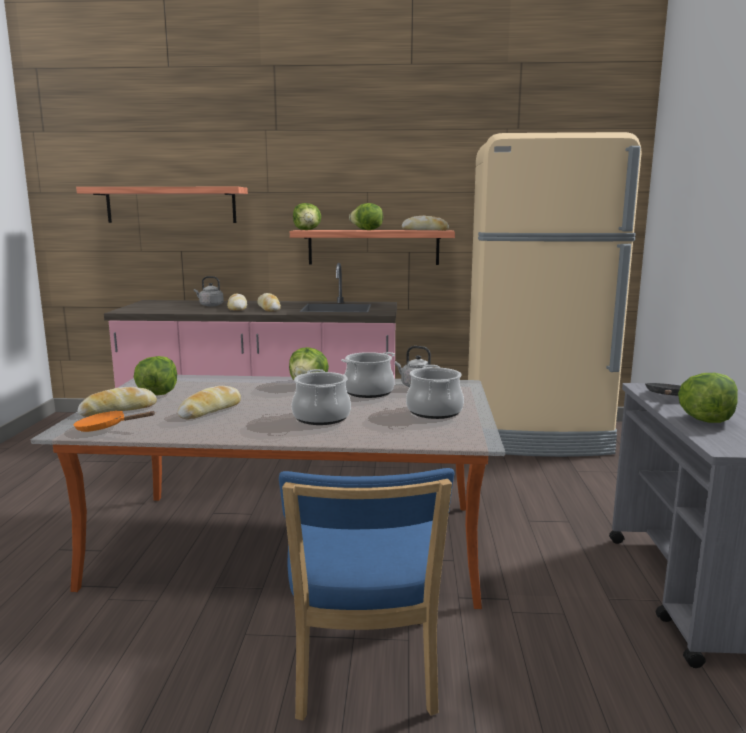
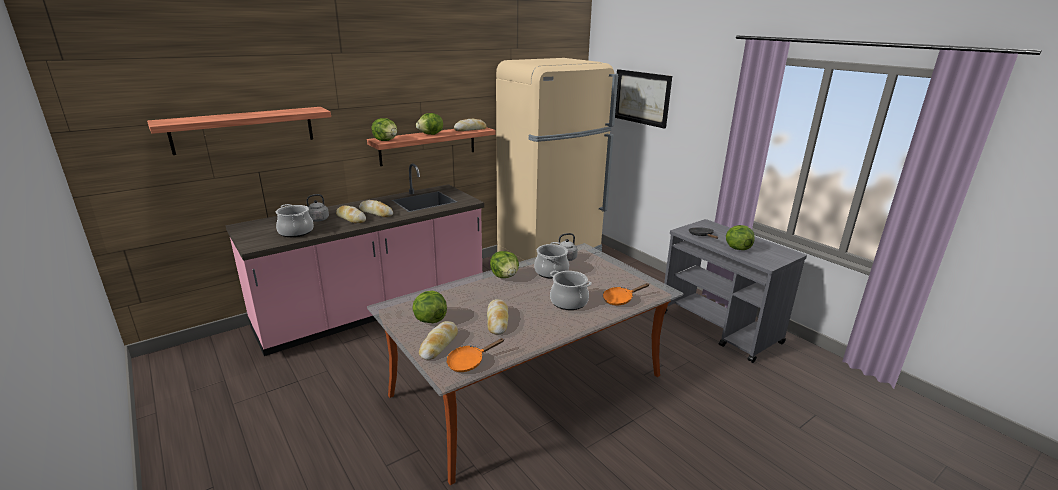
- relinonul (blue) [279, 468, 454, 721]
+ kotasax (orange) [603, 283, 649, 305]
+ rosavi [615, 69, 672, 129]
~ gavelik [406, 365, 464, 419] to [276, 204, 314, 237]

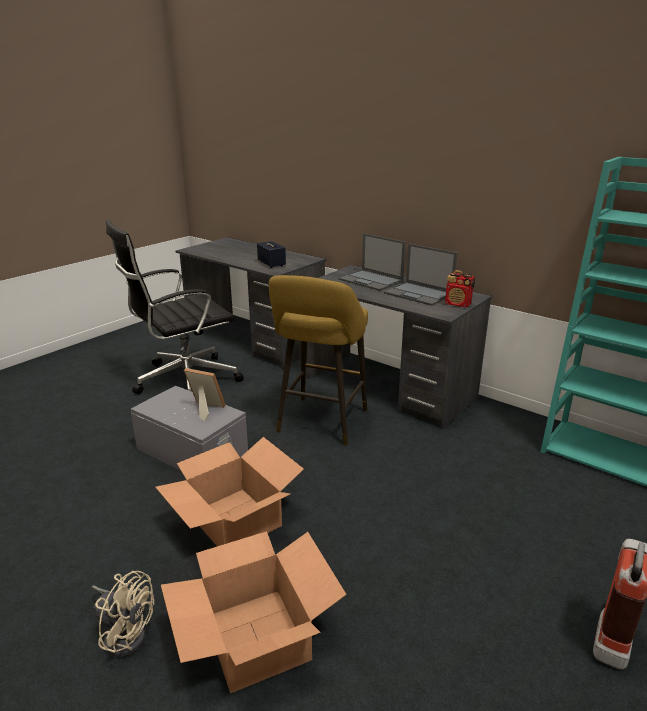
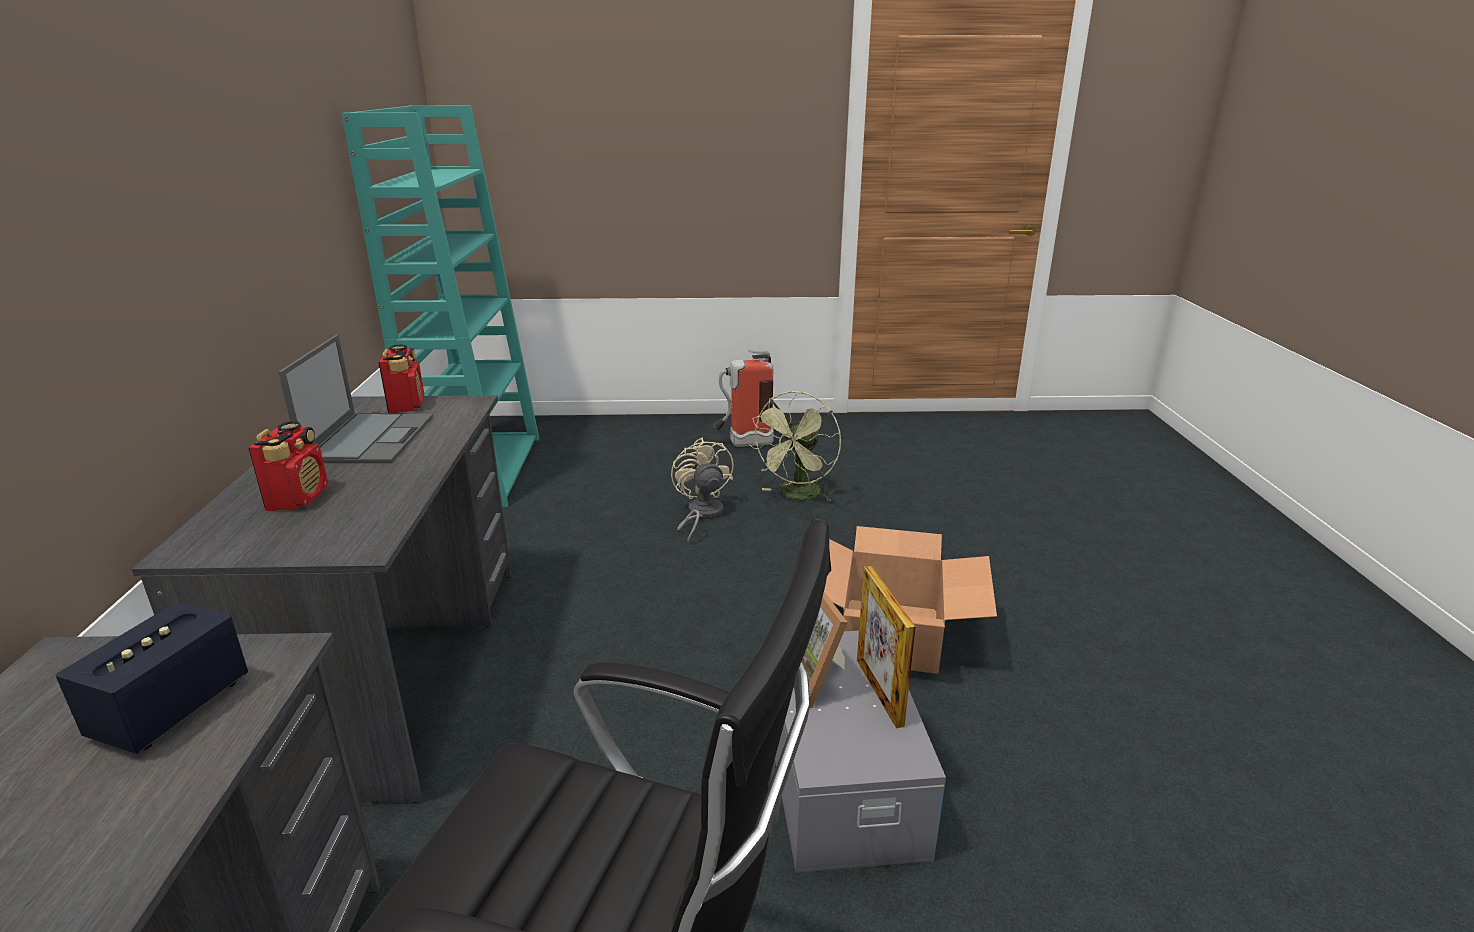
- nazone [161, 531, 347, 693]
- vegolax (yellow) [269, 275, 368, 445]
+ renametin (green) [749, 391, 841, 502]
+ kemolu [857, 566, 915, 728]
~ renametin (beige) [92, 571, 154, 658] to [671, 438, 734, 542]
~ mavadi [339, 233, 406, 291] to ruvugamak [249, 421, 328, 511]

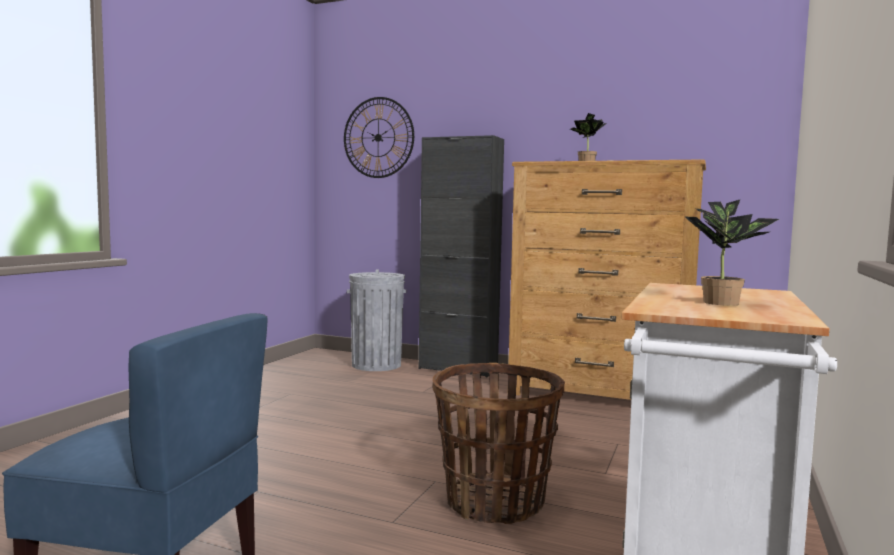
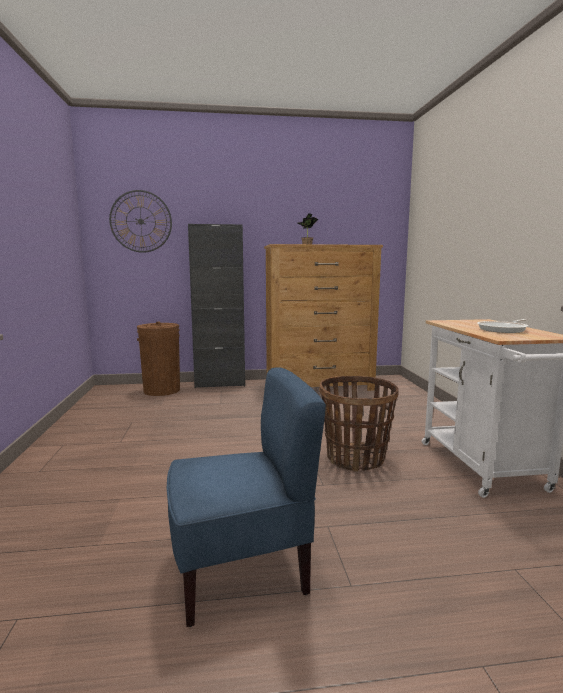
~ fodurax [684, 200, 779, 306] to kotasax [477, 319, 528, 333]
~ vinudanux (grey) [347, 270, 406, 371] to vinudanux (brown) [137, 322, 180, 396]

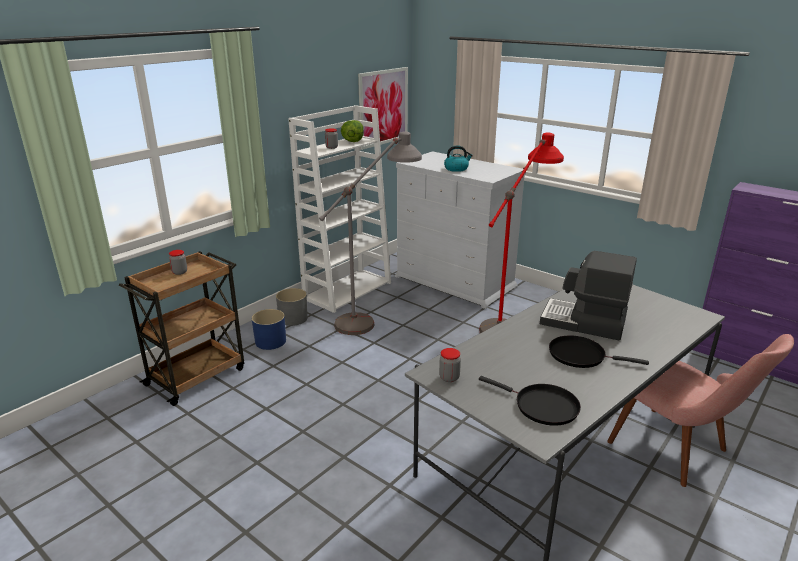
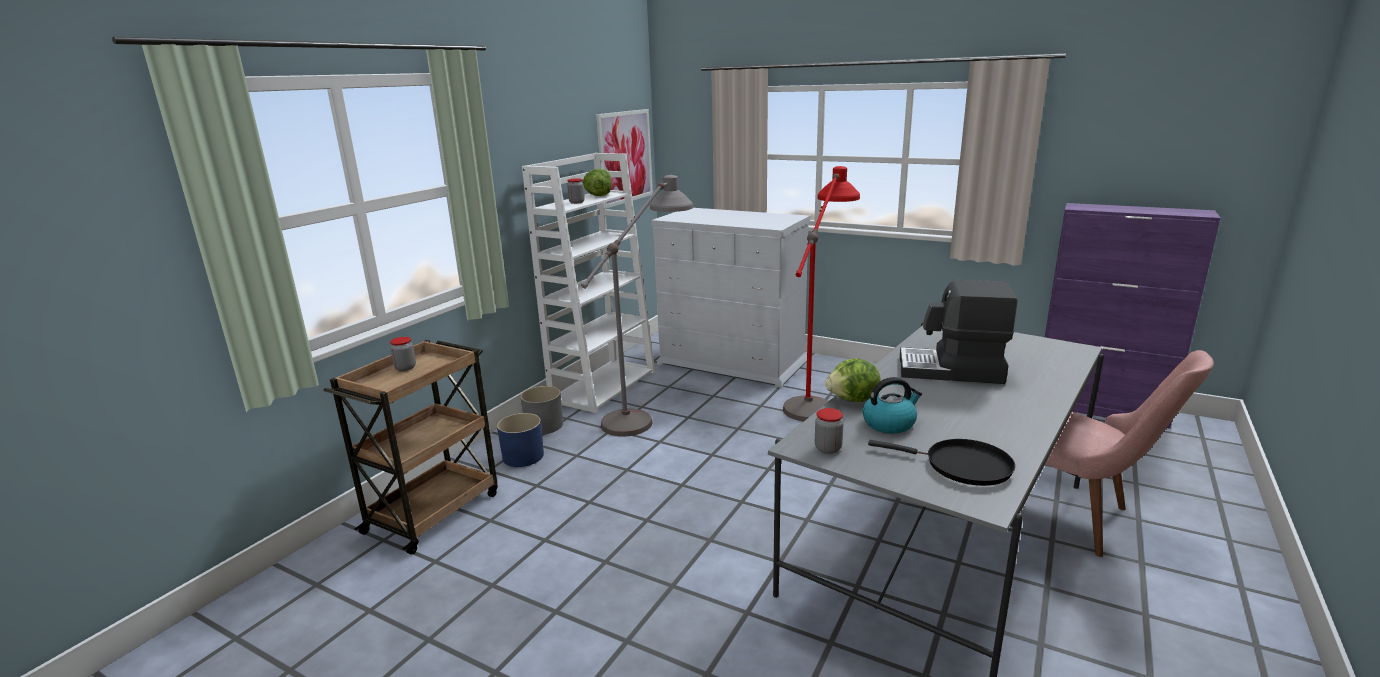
- kotasax (black) [549, 335, 649, 368]
+ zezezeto [825, 358, 881, 402]
~ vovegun [444, 146, 473, 172] to [862, 377, 922, 434]

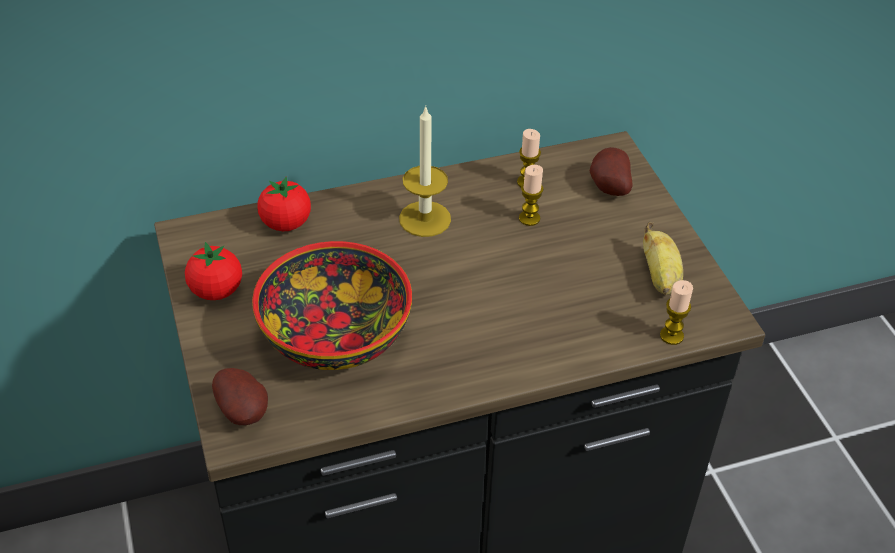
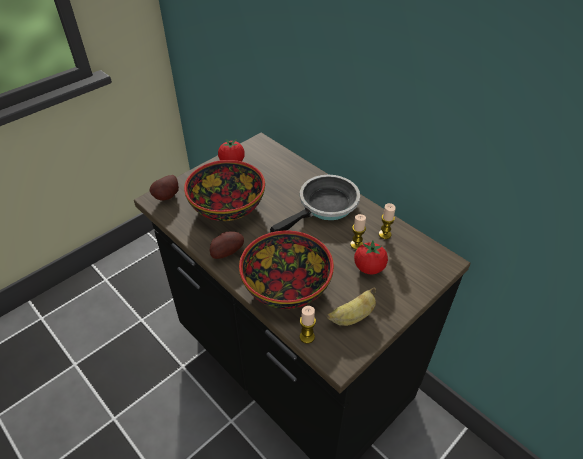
+ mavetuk [239, 230, 334, 309]
~ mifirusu [258, 176, 311, 231] to [354, 240, 388, 274]
~ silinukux [590, 147, 633, 196] to [210, 231, 244, 259]
~ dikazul [399, 105, 451, 237] to kotasax [270, 175, 360, 233]

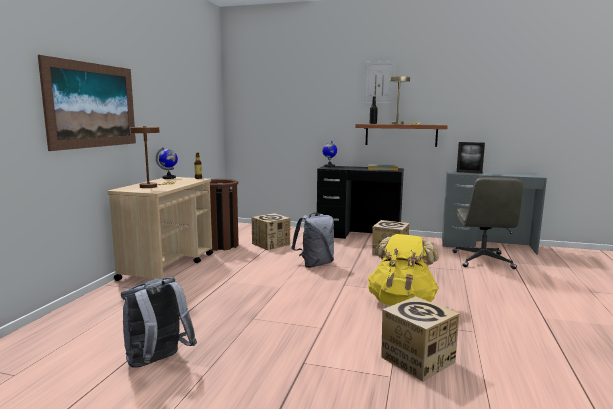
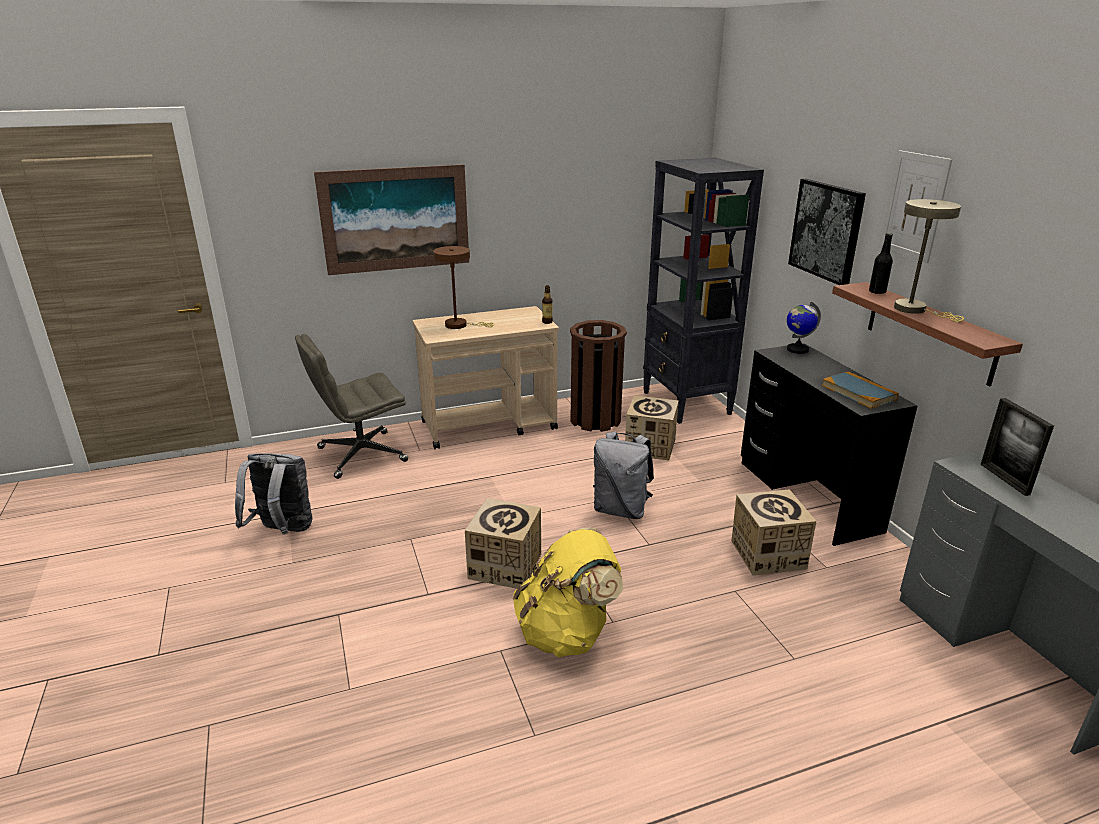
- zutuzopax [156, 147, 178, 179]
+ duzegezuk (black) [643, 158, 764, 424]
+ rosavi [788, 179, 866, 285]
~ nazone [381, 296, 459, 381] to [465, 498, 541, 589]
~ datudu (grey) [452, 177, 523, 269] to [295, 334, 408, 479]

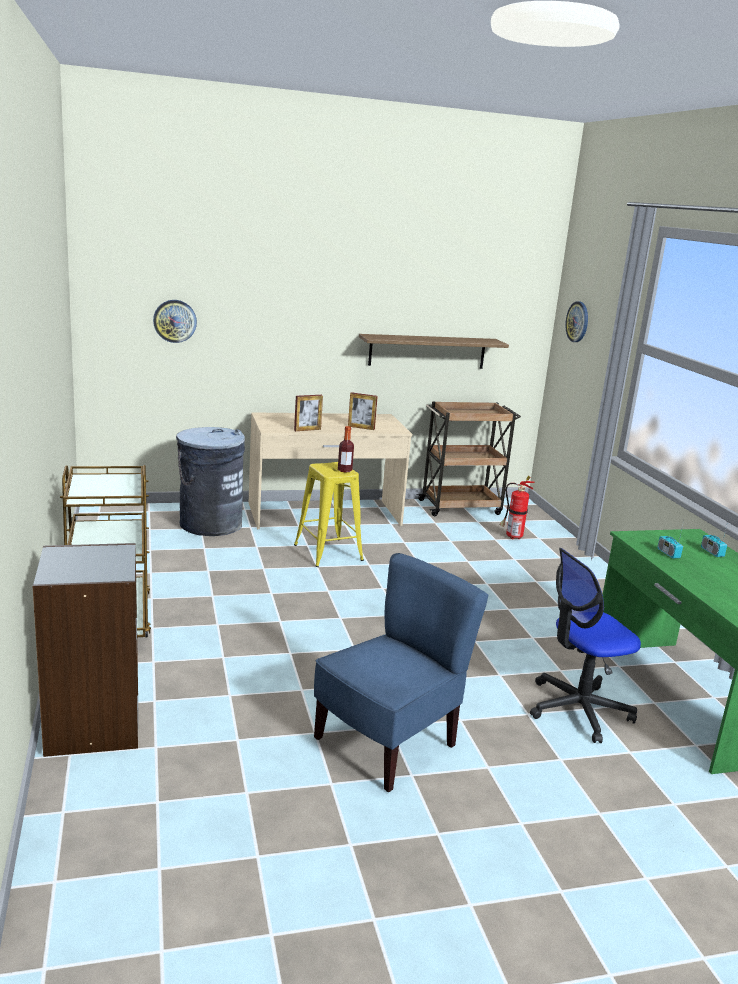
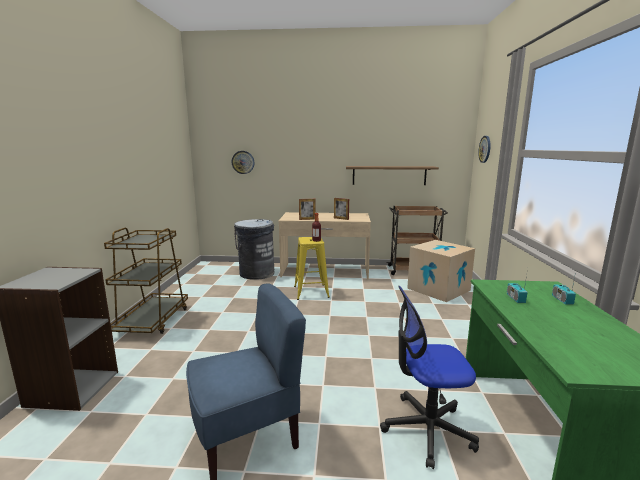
~ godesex [499, 476, 535, 539] to nazone [407, 240, 475, 302]

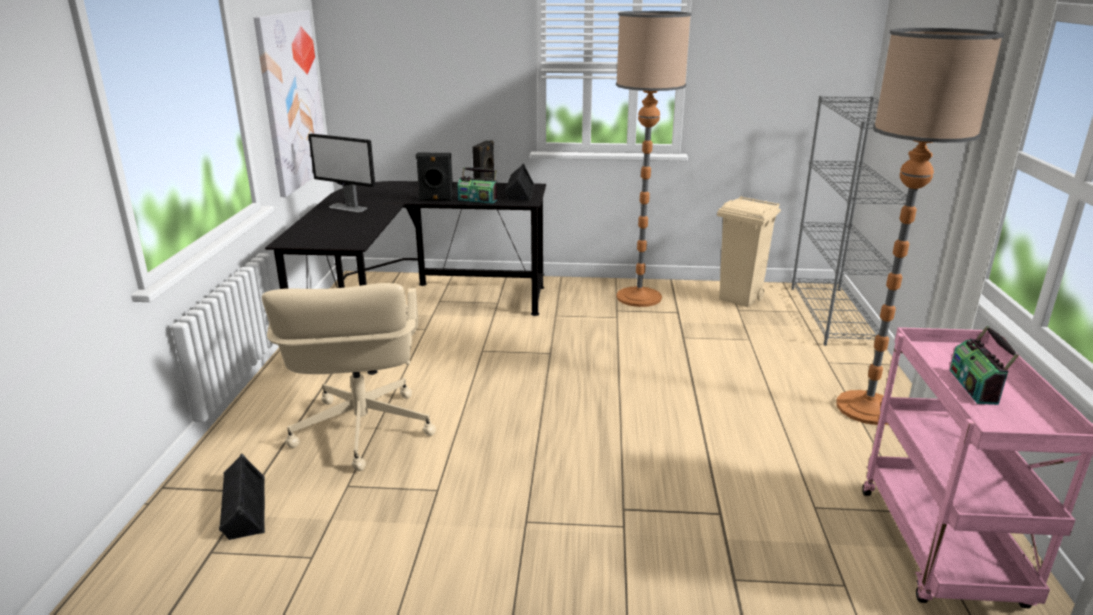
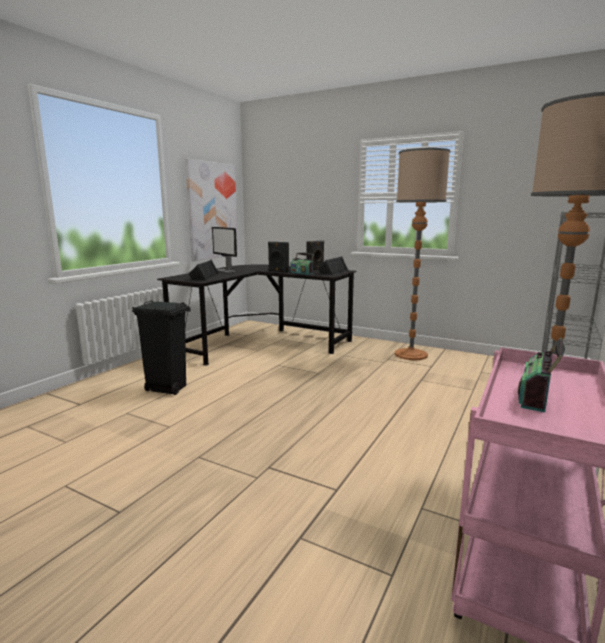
- vinudanux (beige) [717, 196, 781, 307]
~ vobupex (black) [219, 454, 265, 540] to [188, 259, 220, 281]
~ datudu (beige) [262, 283, 436, 471] to vinudanux (black) [132, 300, 191, 395]

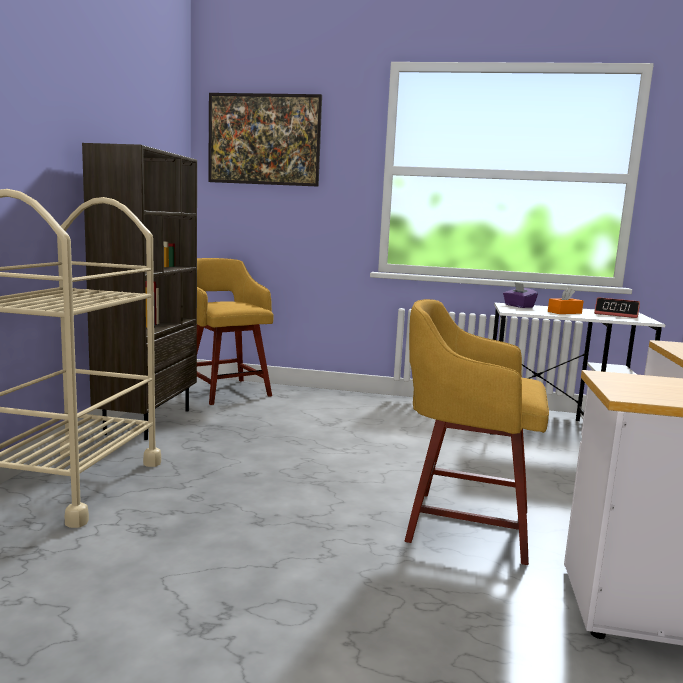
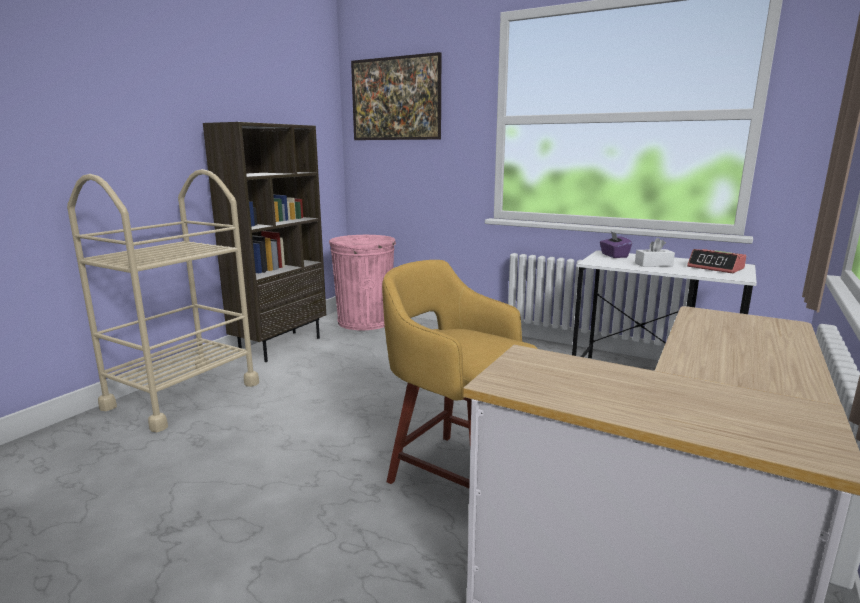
~ vegolax (yellow) [197, 258, 274, 405] to vinudanux (pink) [329, 235, 396, 330]
~ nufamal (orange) [548, 287, 583, 314] to nufamal (white) [635, 238, 675, 267]

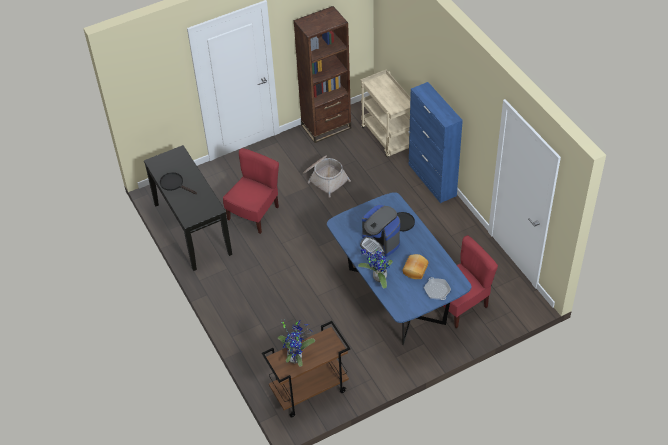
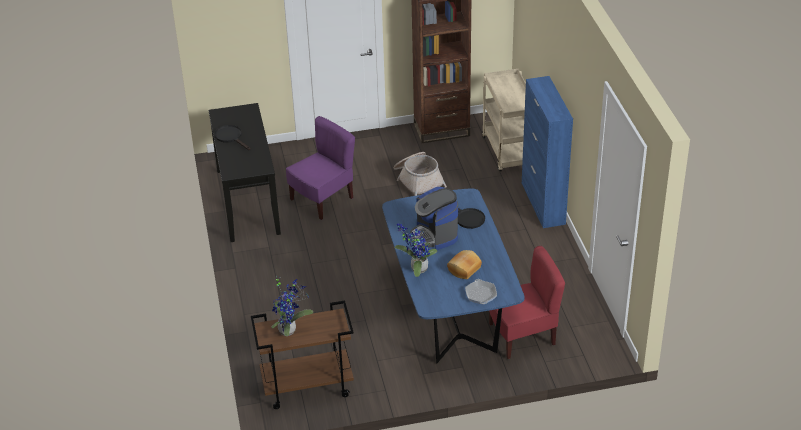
~ relinonul (red) [223, 148, 279, 234] to relinonul (purple) [286, 116, 355, 220]

